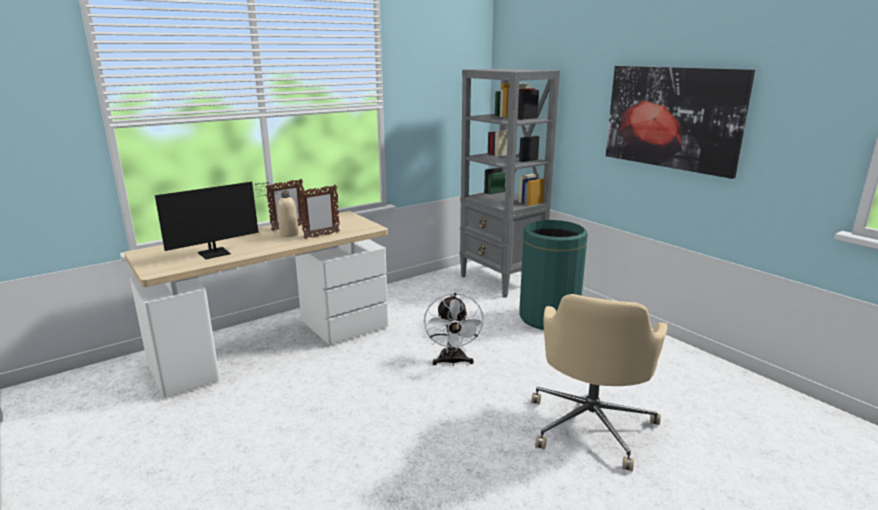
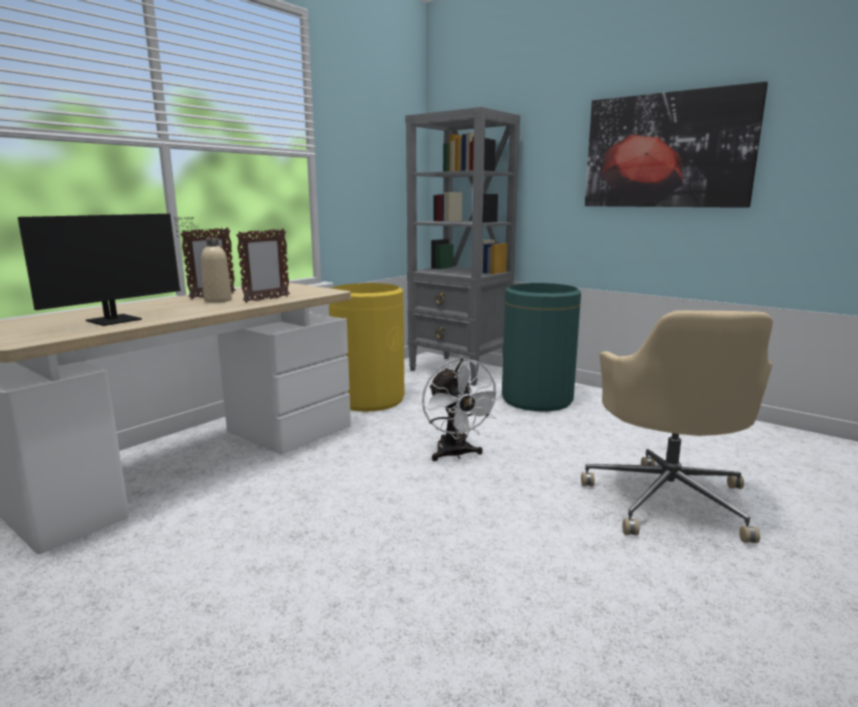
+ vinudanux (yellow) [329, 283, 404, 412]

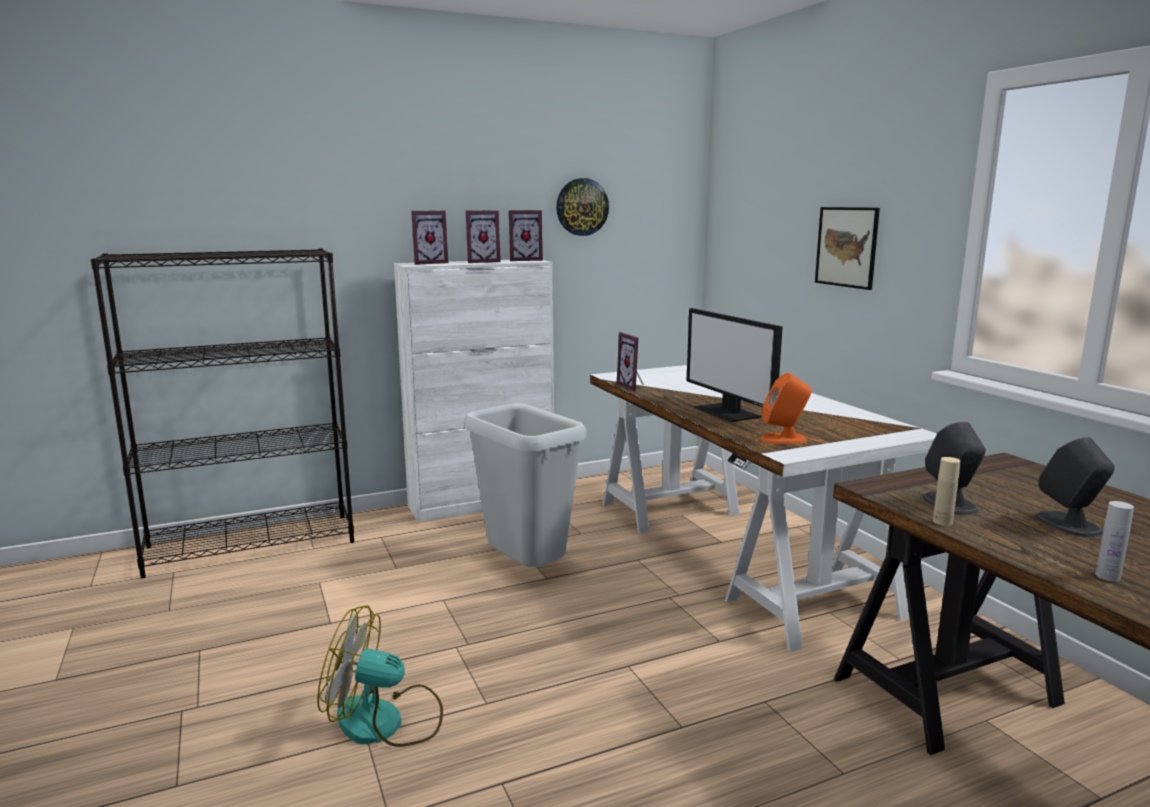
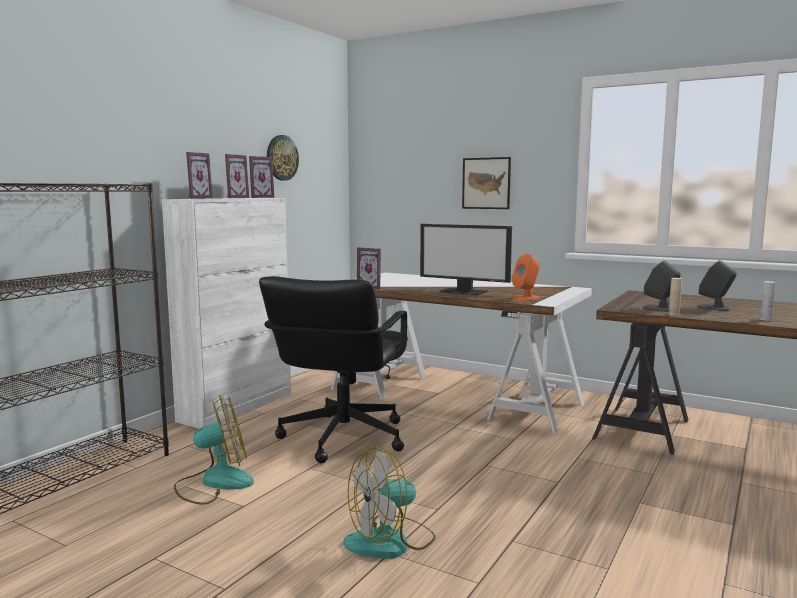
+ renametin [174, 395, 254, 505]
~ vinudanux (grey) [464, 403, 587, 567] to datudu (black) [259, 276, 408, 463]

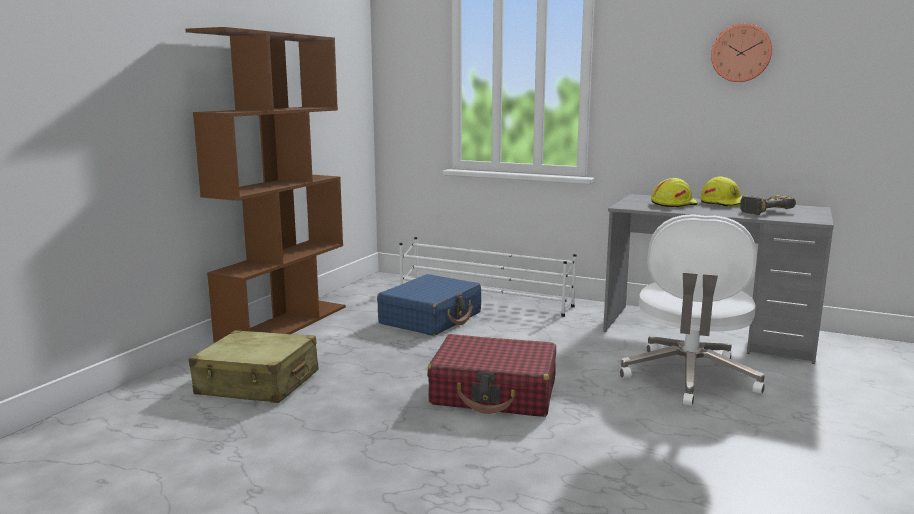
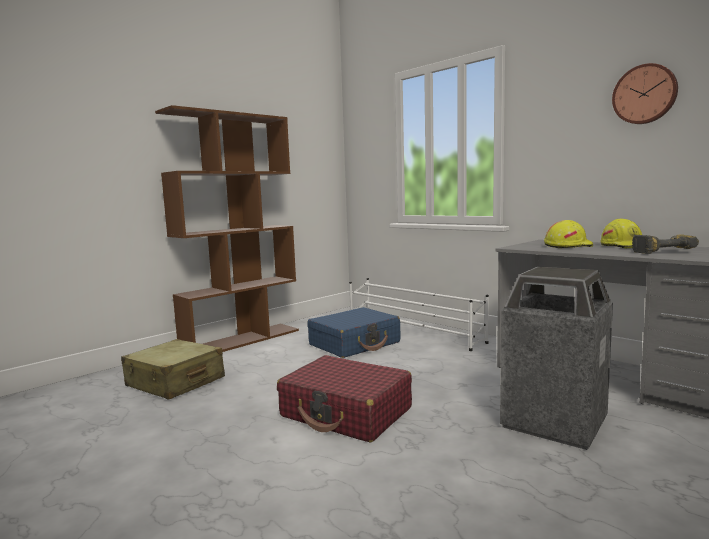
~ datudu (white) [620, 214, 765, 406] to vinudanux [500, 267, 613, 450]

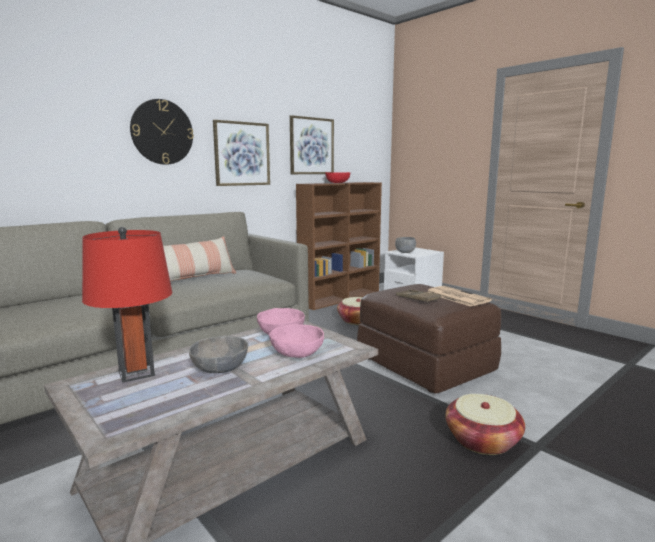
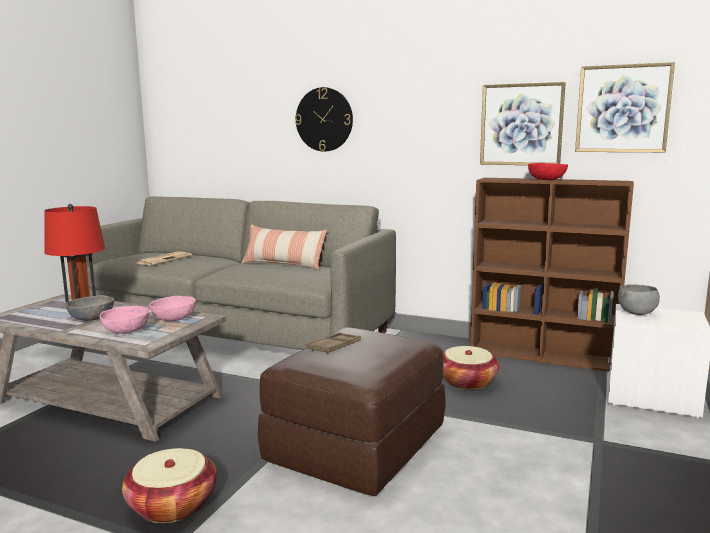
~ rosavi [213, 120, 270, 186] to [575, 62, 675, 152]
~ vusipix [428, 286, 492, 307] to [136, 252, 192, 266]

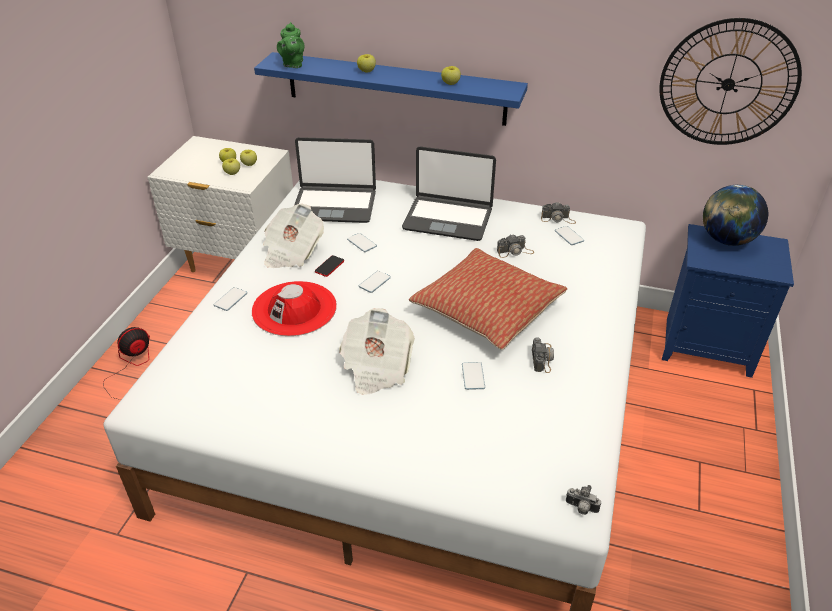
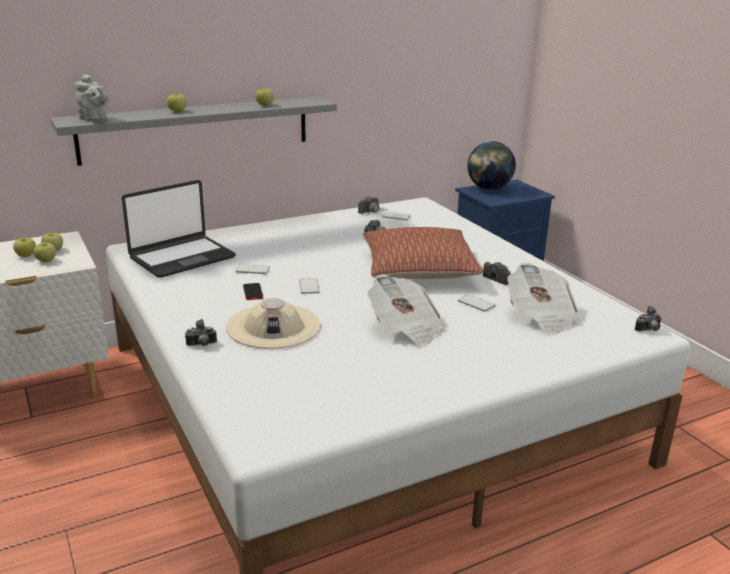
- renametin [103, 327, 150, 400]
- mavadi [402, 146, 496, 241]
- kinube [659, 18, 802, 145]
~ vusipix [263, 204, 324, 268] to [507, 263, 580, 335]
~ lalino [214, 287, 247, 311] to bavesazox [185, 319, 217, 346]
~ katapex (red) [252, 281, 337, 336] to katapex (beige) [226, 298, 321, 349]
~ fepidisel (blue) [254, 52, 528, 126] to fepidisel (grey) [50, 96, 337, 166]
~ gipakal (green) [277, 22, 304, 68] to gipakal (grey) [75, 74, 109, 121]

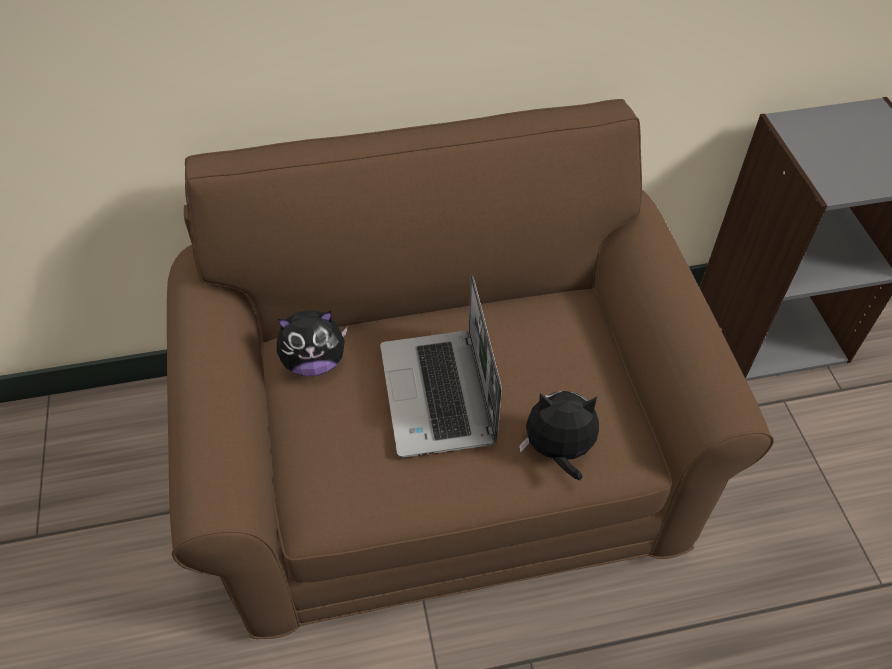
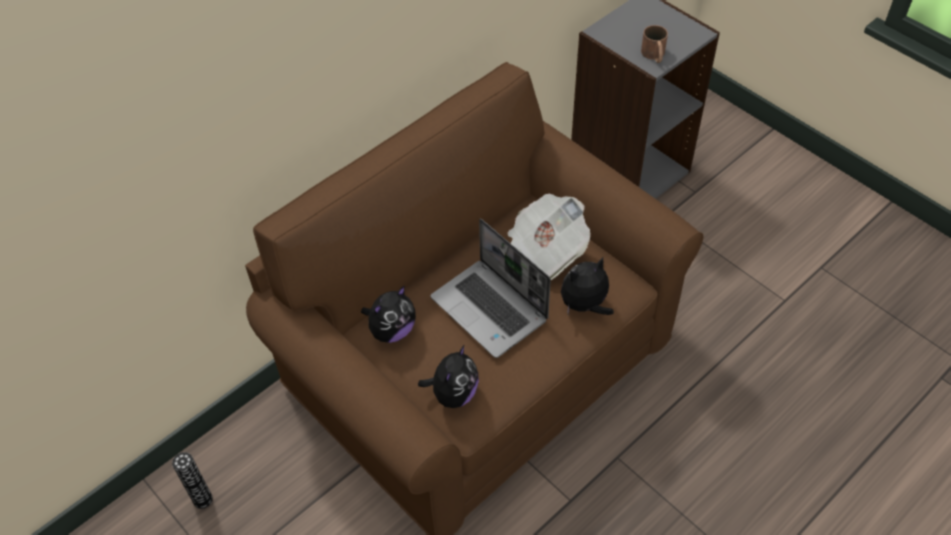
+ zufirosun [172, 452, 213, 509]
+ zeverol [418, 344, 479, 408]
+ vusipix [508, 193, 591, 280]
+ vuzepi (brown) [641, 25, 668, 63]

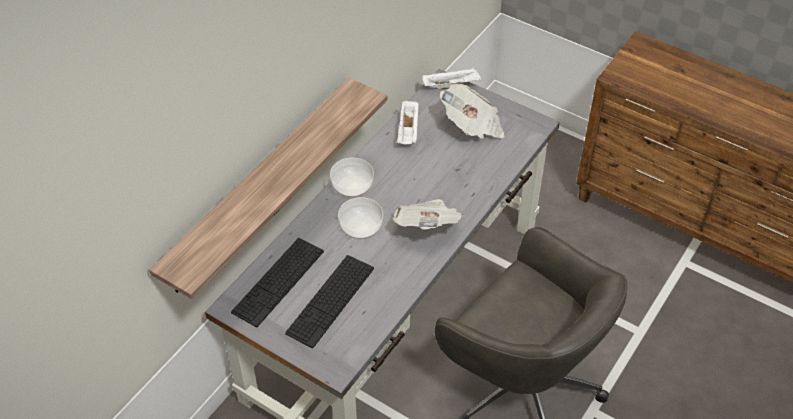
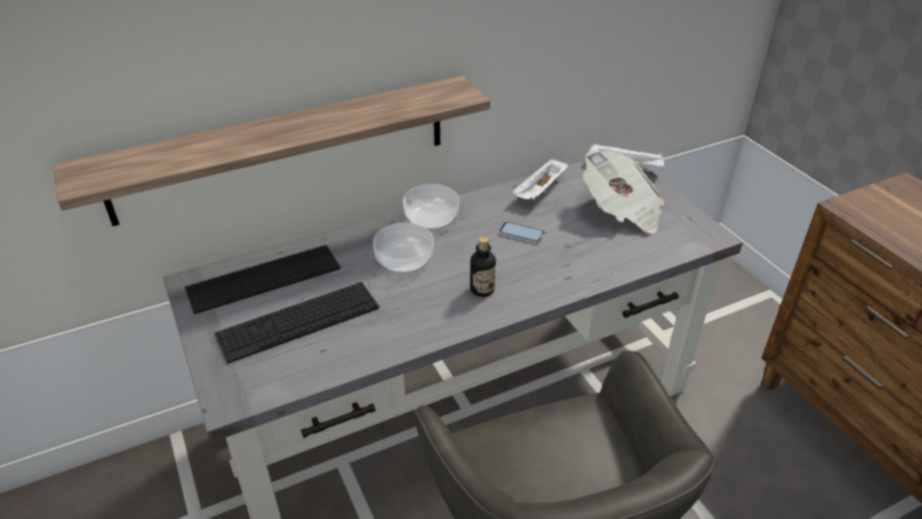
+ lalino [499, 221, 545, 243]
~ vusipix [393, 199, 463, 230] to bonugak [470, 237, 496, 297]

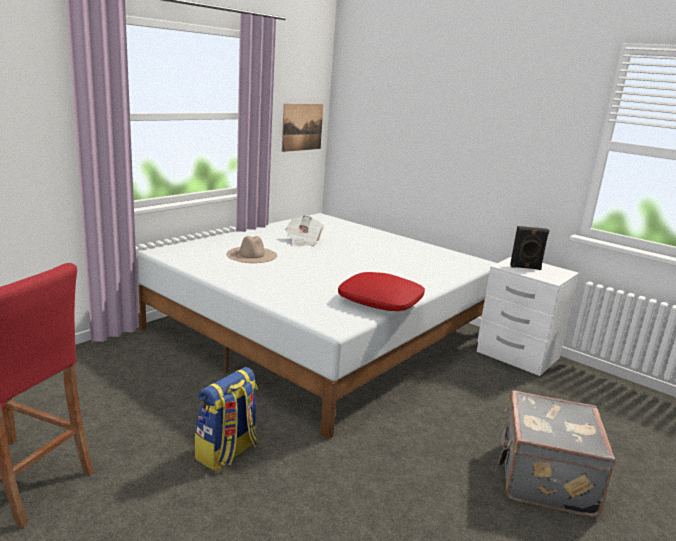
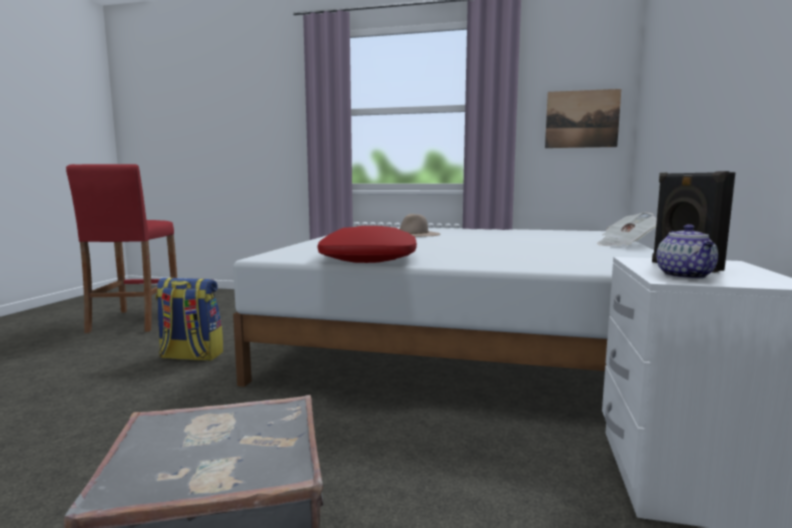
+ gipakal [656, 224, 718, 279]
~ vusipix [286, 215, 324, 247] to [597, 212, 657, 246]

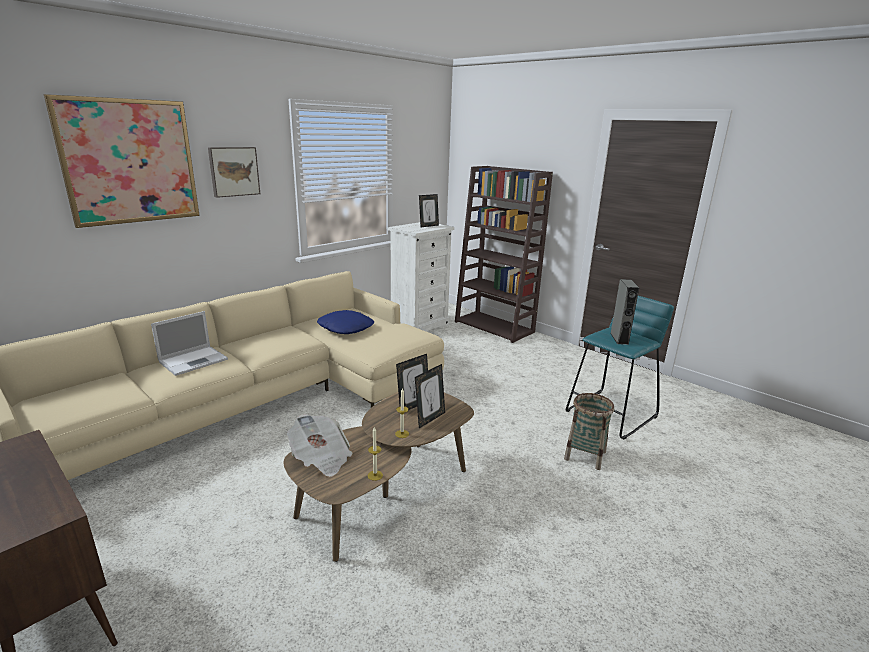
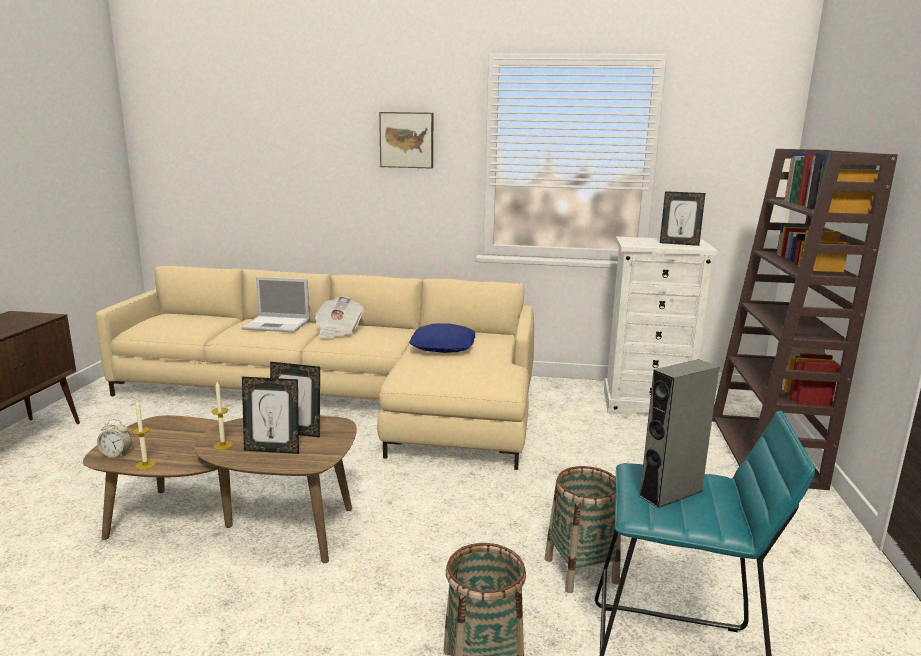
- rosavi [44, 94, 200, 228]
+ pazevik [97, 419, 132, 458]
+ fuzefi [545, 466, 621, 593]
~ vusipix [287, 414, 353, 477] to [315, 296, 364, 338]

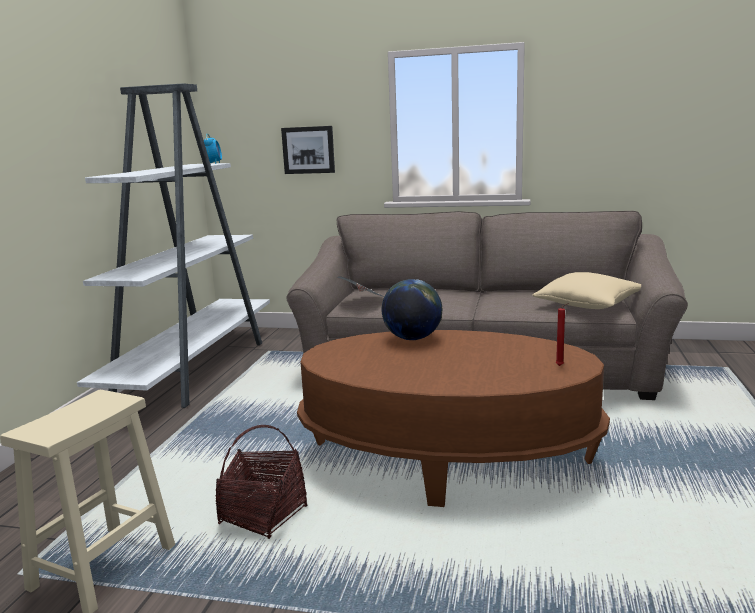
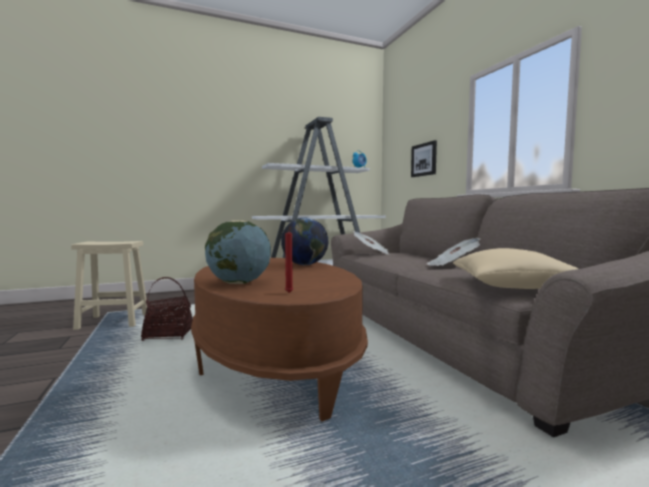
+ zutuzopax [205, 220, 271, 284]
+ vusipix [427, 238, 480, 266]

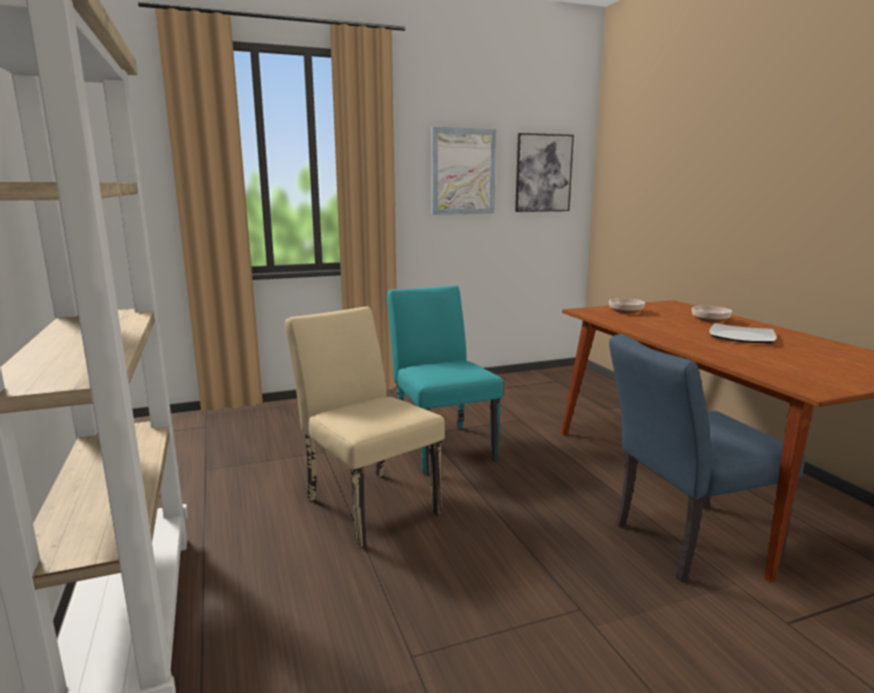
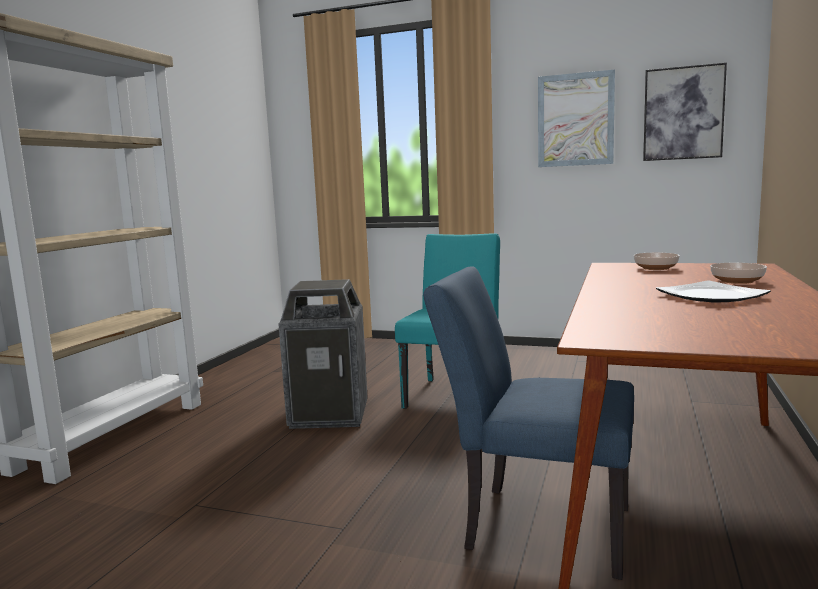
~ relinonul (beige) [285, 307, 445, 548] to vinudanux [278, 279, 368, 429]

